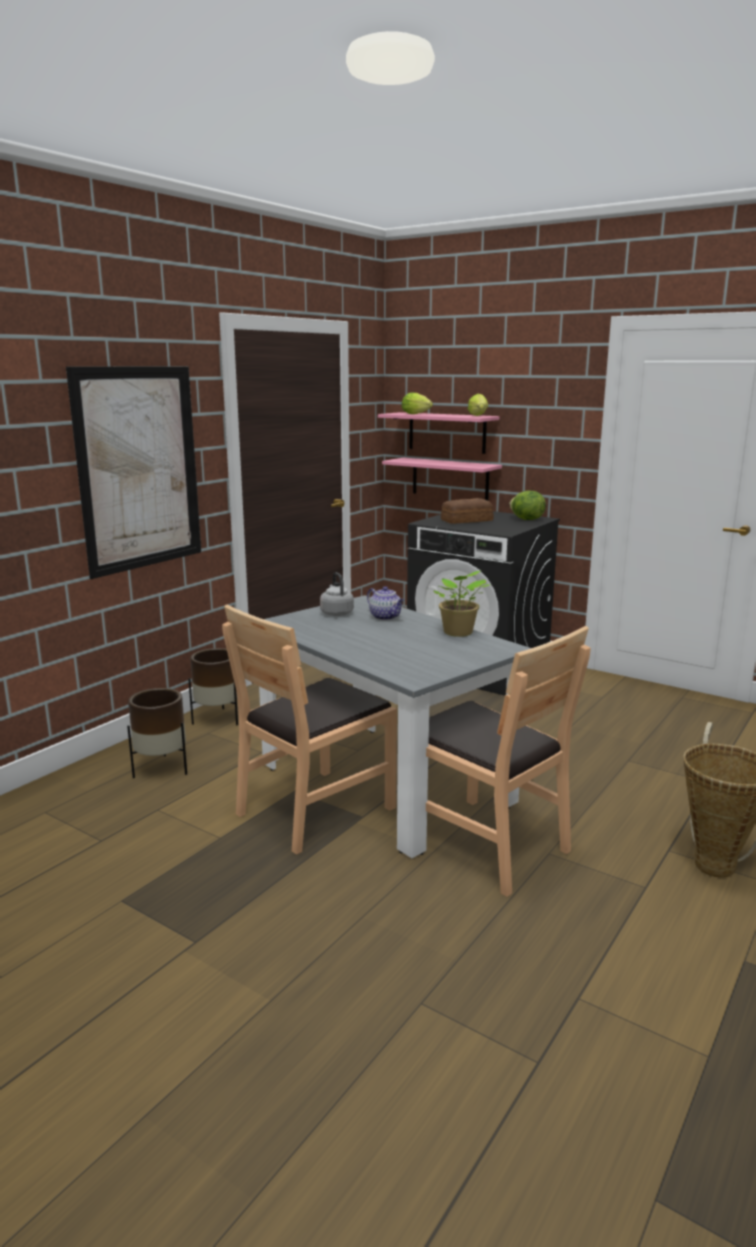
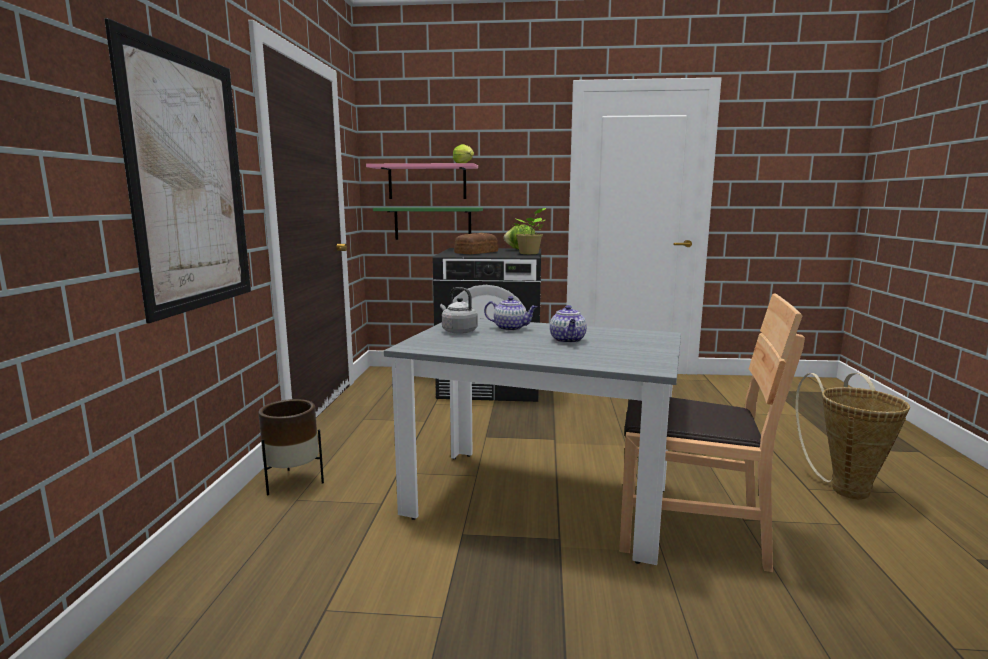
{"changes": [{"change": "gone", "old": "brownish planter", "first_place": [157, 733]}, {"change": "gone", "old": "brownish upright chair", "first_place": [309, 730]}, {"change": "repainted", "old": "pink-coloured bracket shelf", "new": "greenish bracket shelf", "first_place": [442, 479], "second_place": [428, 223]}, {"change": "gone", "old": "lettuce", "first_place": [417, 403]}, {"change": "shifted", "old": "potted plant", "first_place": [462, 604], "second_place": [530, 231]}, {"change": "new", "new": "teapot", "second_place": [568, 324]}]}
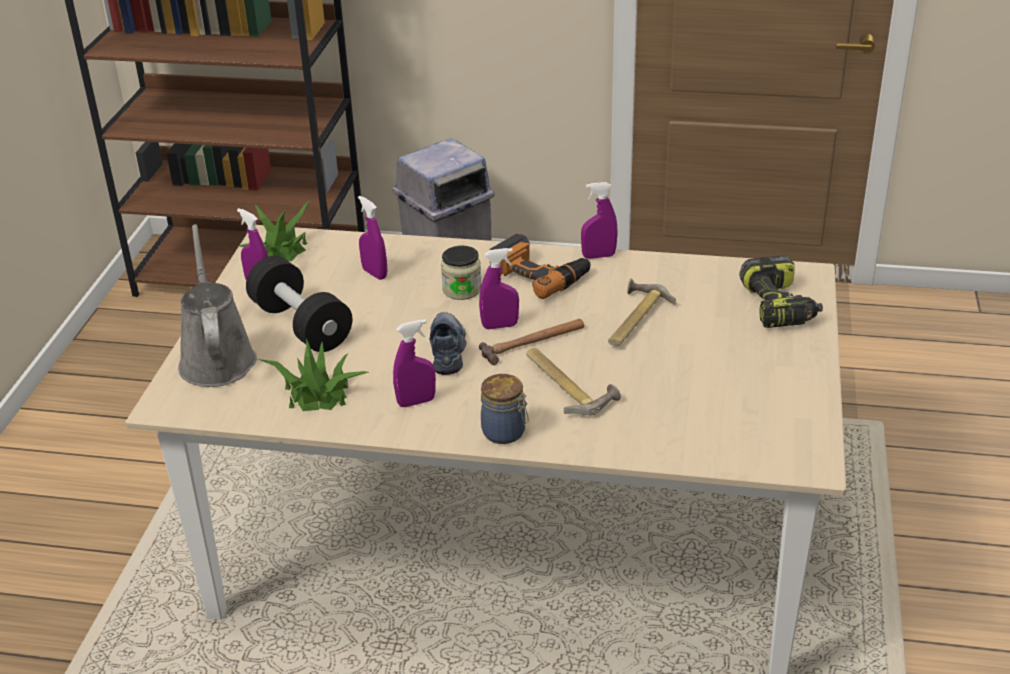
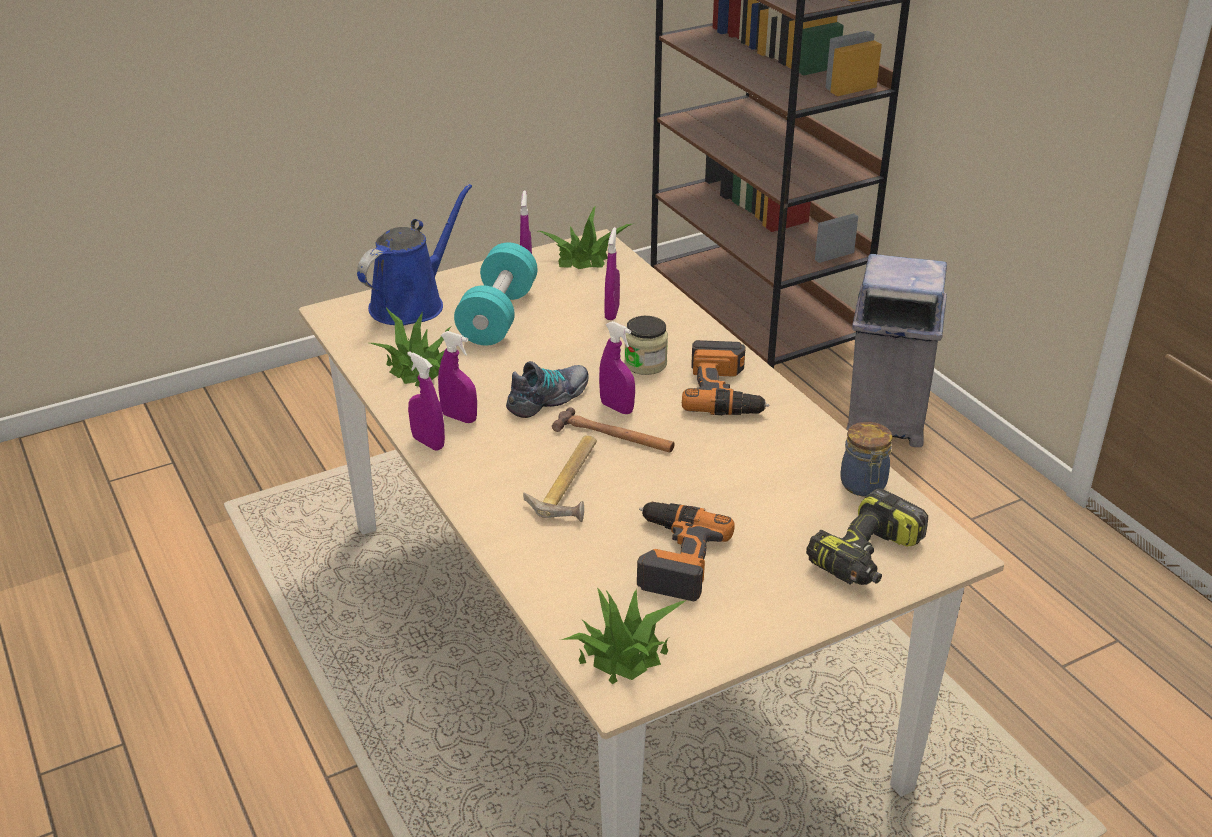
{"changes": [{"change": "repainted", "old": "gray watering can", "new": "bluish watering can", "first_place": [217, 305], "second_place": [414, 254]}, {"change": "repainted", "old": "black free weight", "new": "turquoise free weight", "first_place": [299, 304], "second_place": [496, 293]}, {"change": "shifted", "old": "storage jar", "first_place": [505, 409], "second_place": [866, 459]}, {"change": "shifted", "old": "purple-coloured spray bottle", "first_place": [599, 220], "second_place": [426, 401]}, {"change": "gone", "old": "tool hammer", "first_place": [642, 312]}, {"change": "new", "new": "potted plant", "second_place": [623, 635]}, {"change": "new", "new": "drill", "second_place": [686, 551]}]}
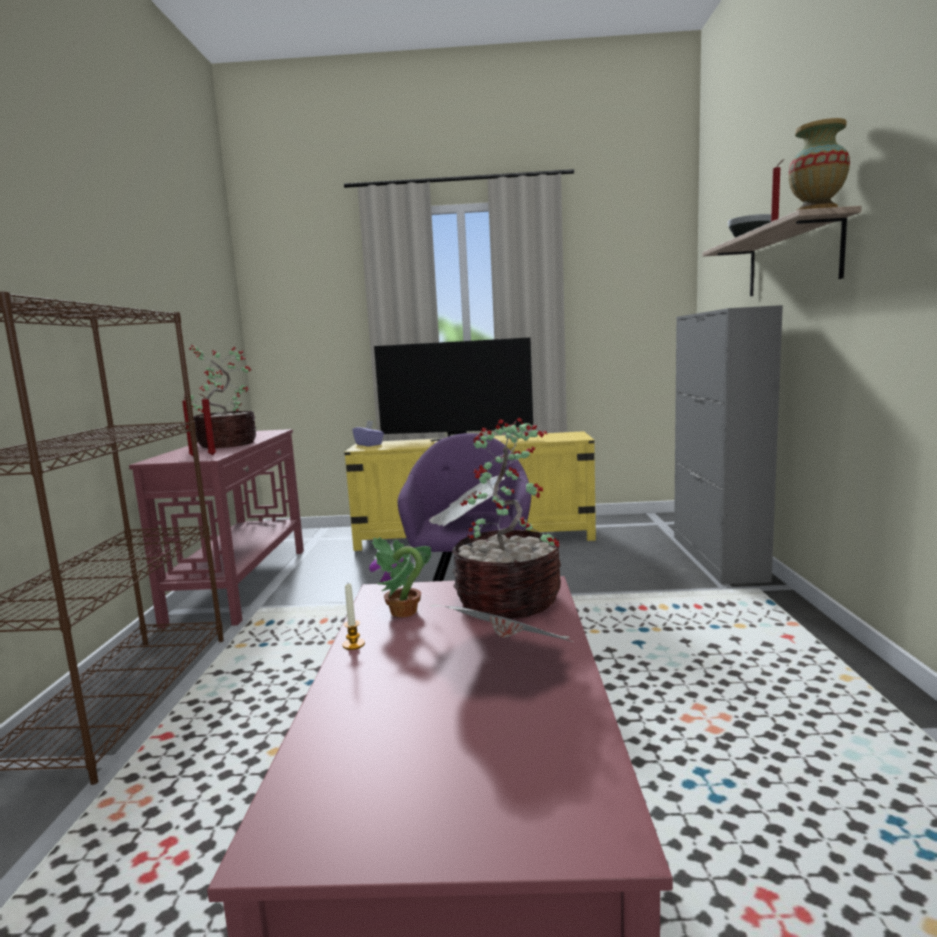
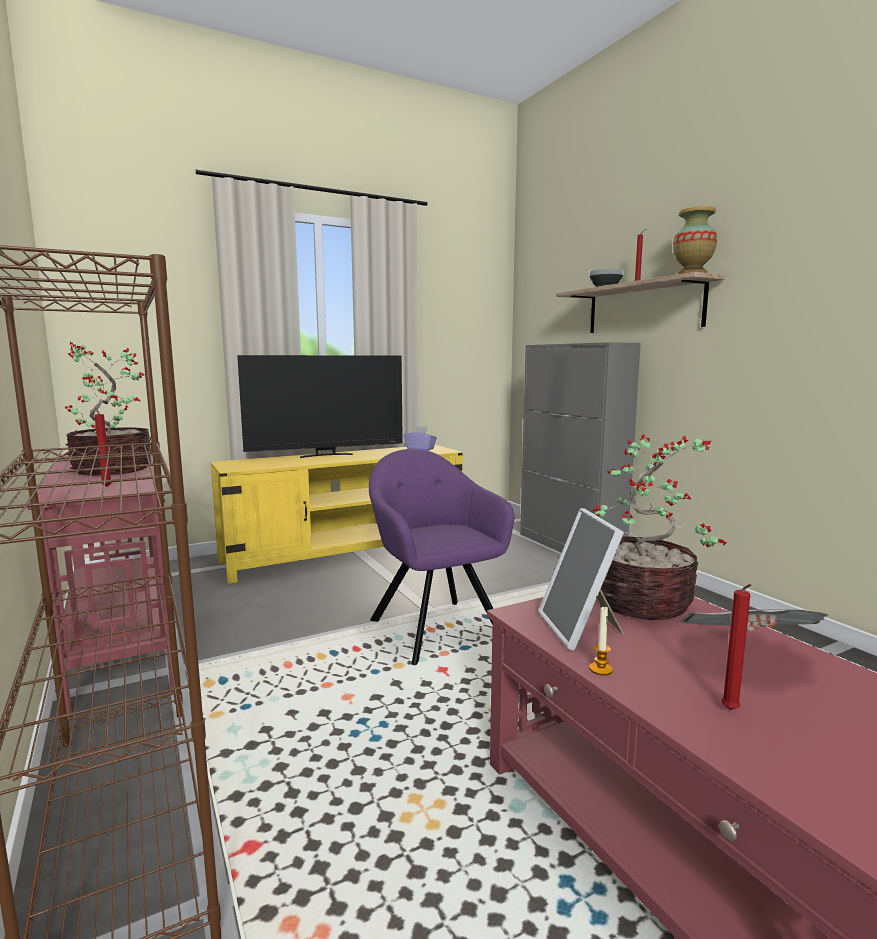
{"changes": [{"change": "shifted", "old": "red-coloured wax candle", "first_place": [207, 424], "second_place": [736, 647]}, {"change": "shifted", "old": "purple-coloured box of tissues", "first_place": [368, 433], "second_place": [420, 438]}, {"change": "swapped", "old": "potted plant", "new": "standing frame", "first_place": [400, 577], "second_place": [581, 579]}, {"change": "gone", "old": "daily paper", "first_place": [467, 501]}]}
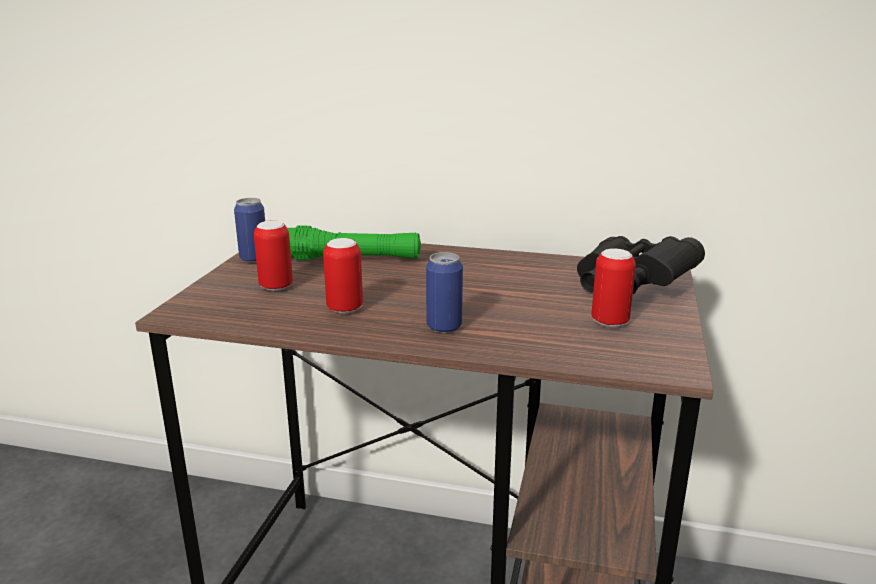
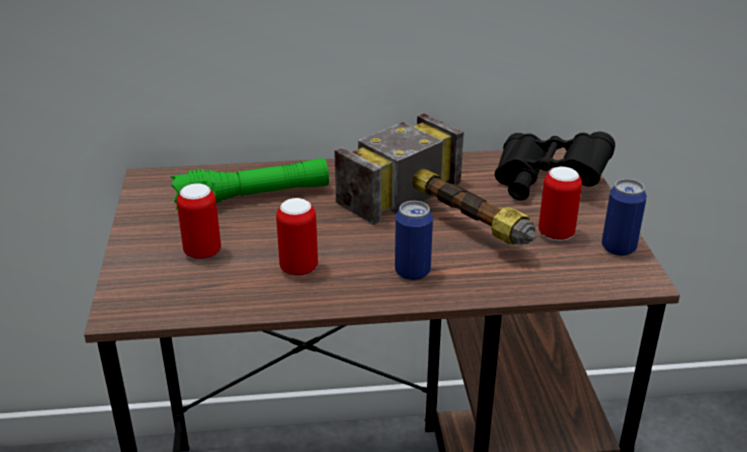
{"changes": [{"change": "shifted", "old": "can", "first_place": [249, 230], "second_place": [624, 217]}, {"change": "new", "new": "tool hammer", "second_place": [435, 179]}]}
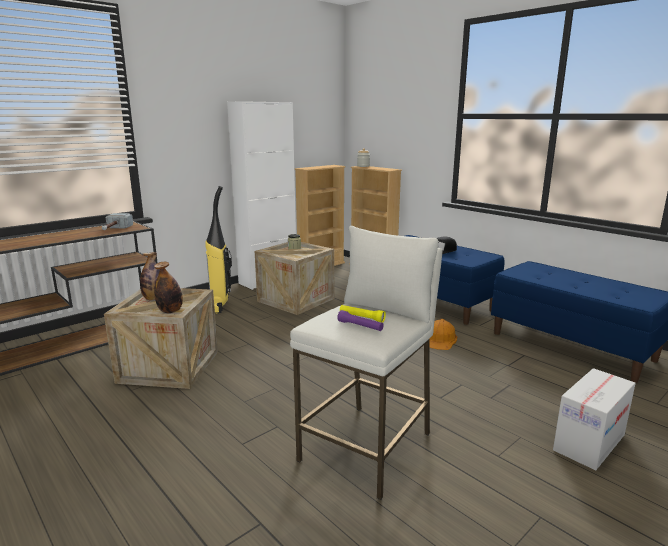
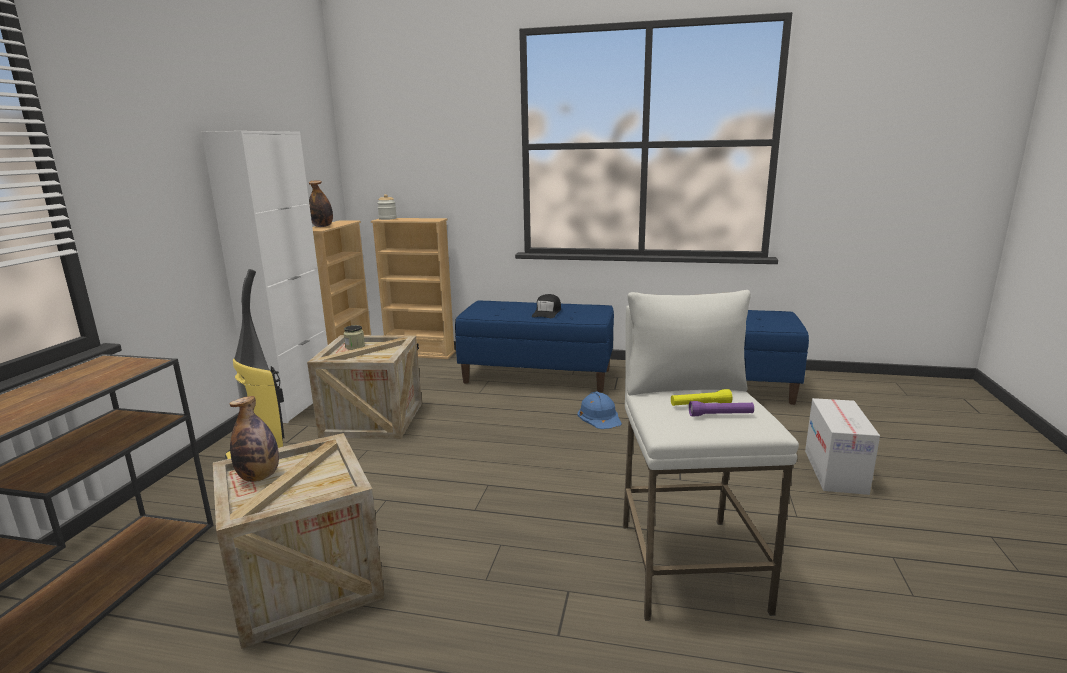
{"changes": [{"change": "gone", "old": "tool hammer", "first_place": [117, 221]}, {"change": "shifted", "old": "bottle", "first_place": [168, 287], "second_place": [321, 204]}, {"change": "repainted", "old": "orange-coloured work helmet", "new": "bluish work helmet", "first_place": [443, 334], "second_place": [599, 410]}]}
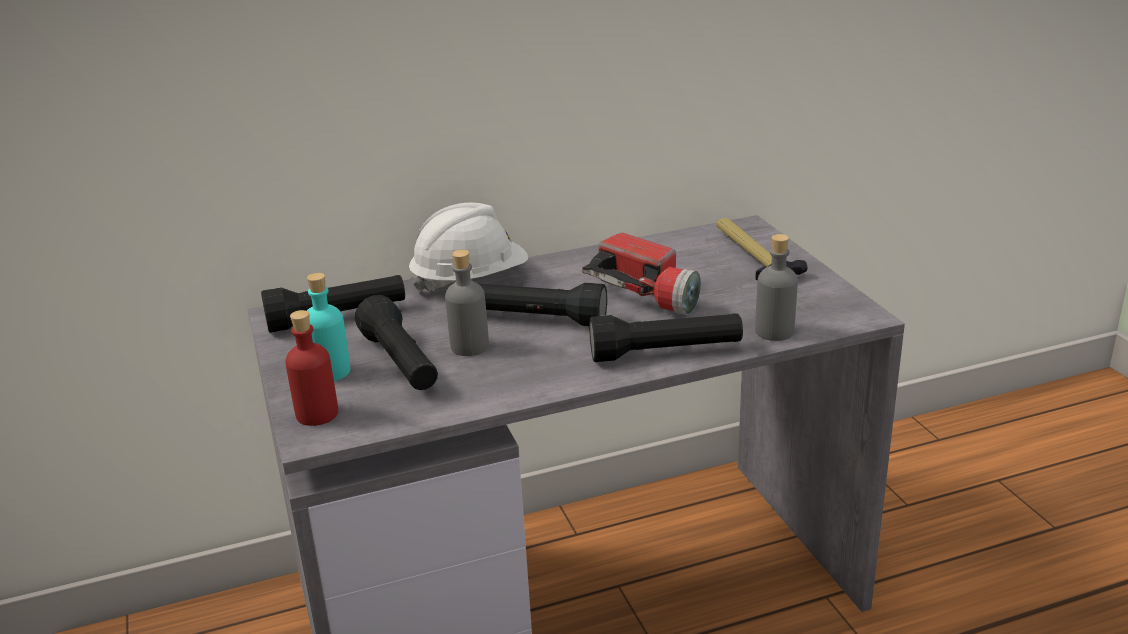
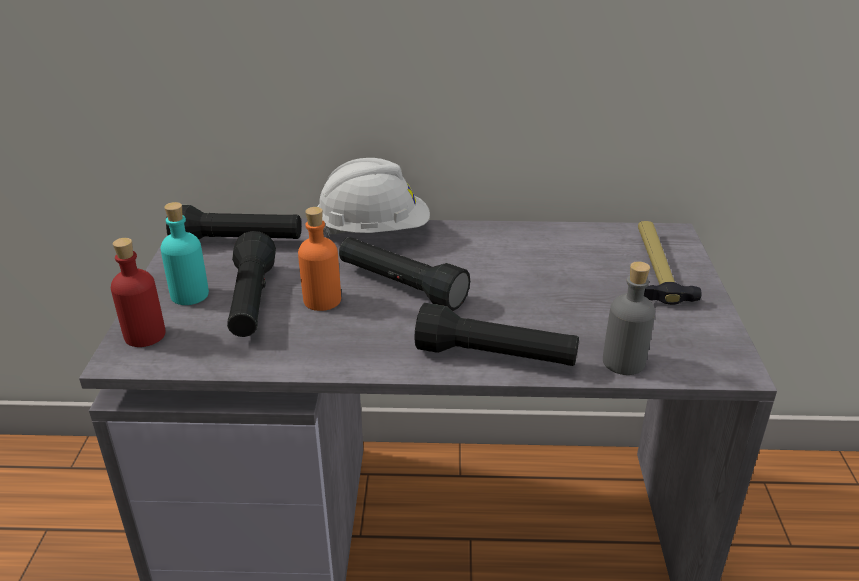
{"changes": [{"change": "repainted", "old": "gray bottle", "new": "orange-coloured bottle", "first_place": [467, 303], "second_place": [319, 259]}, {"change": "gone", "old": "flashlight", "first_place": [641, 274]}]}
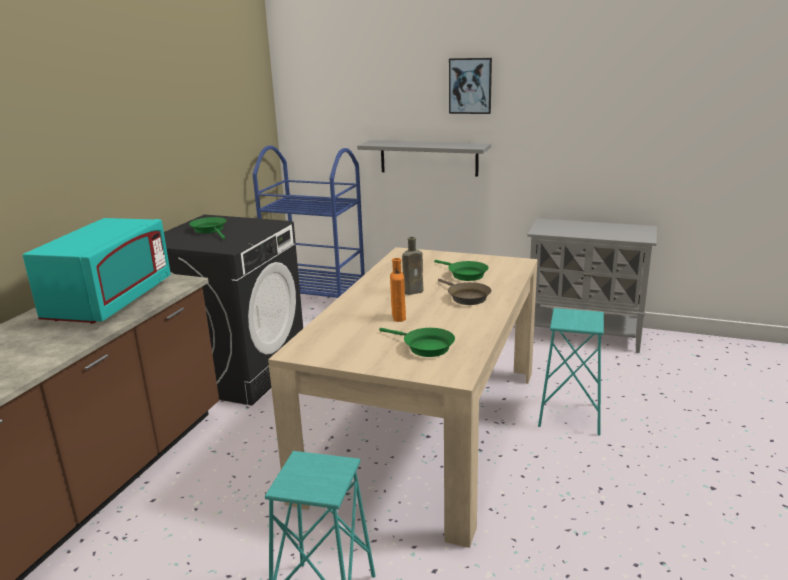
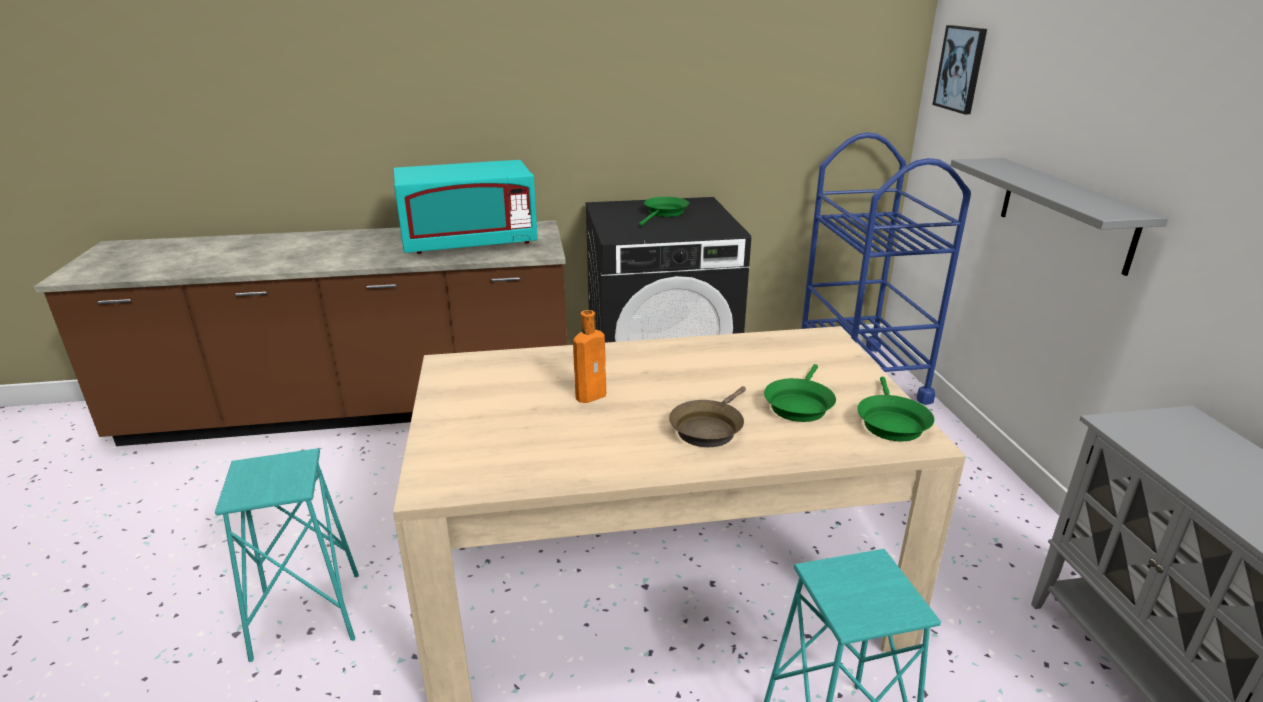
{"changes": [{"change": "shifted", "old": "greenish pan", "first_place": [417, 342], "second_place": [895, 409]}, {"change": "gone", "old": "brownish bottle", "first_place": [412, 266]}, {"change": "shifted", "old": "wall picture", "first_place": [470, 86], "second_place": [959, 69]}]}
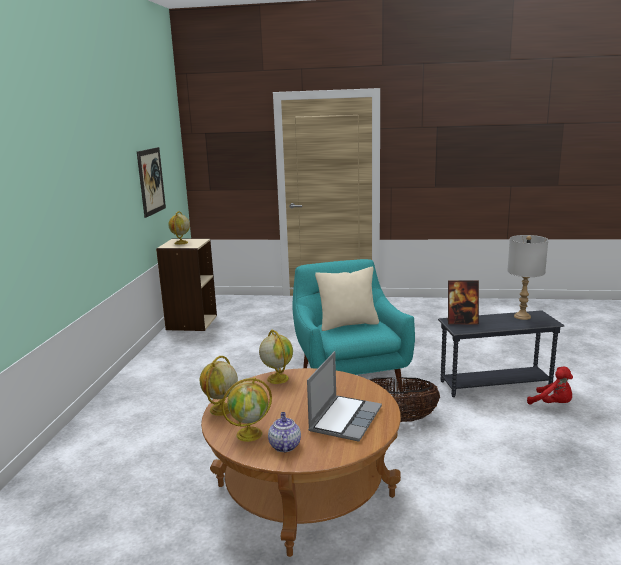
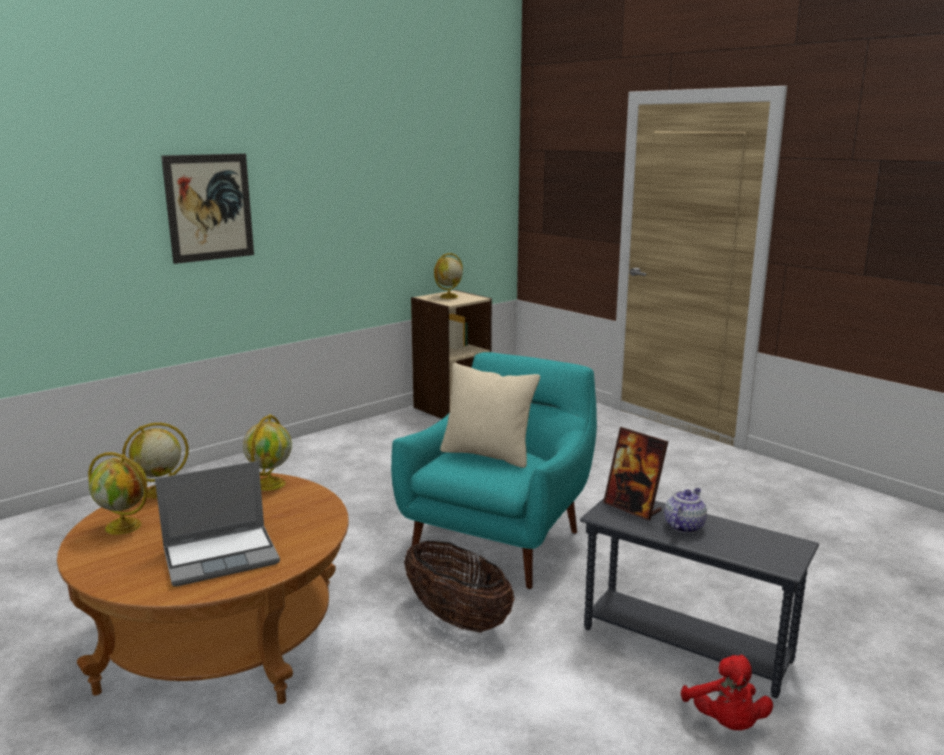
{"changes": [{"change": "shifted", "old": "wall picture", "first_place": [151, 182], "second_place": [207, 209]}, {"change": "shifted", "old": "teapot", "first_place": [284, 432], "second_place": [685, 510]}, {"change": "gone", "old": "gray table lamp", "first_place": [527, 277]}]}
